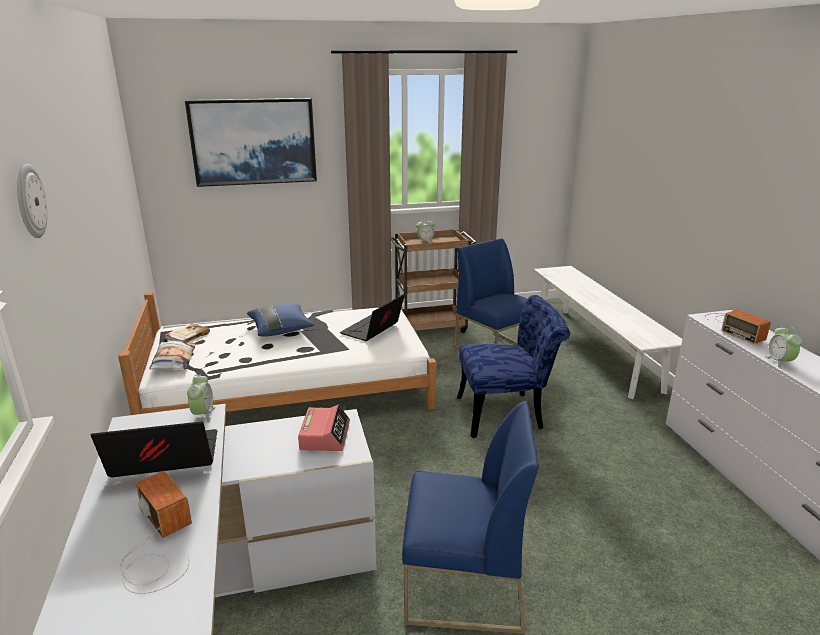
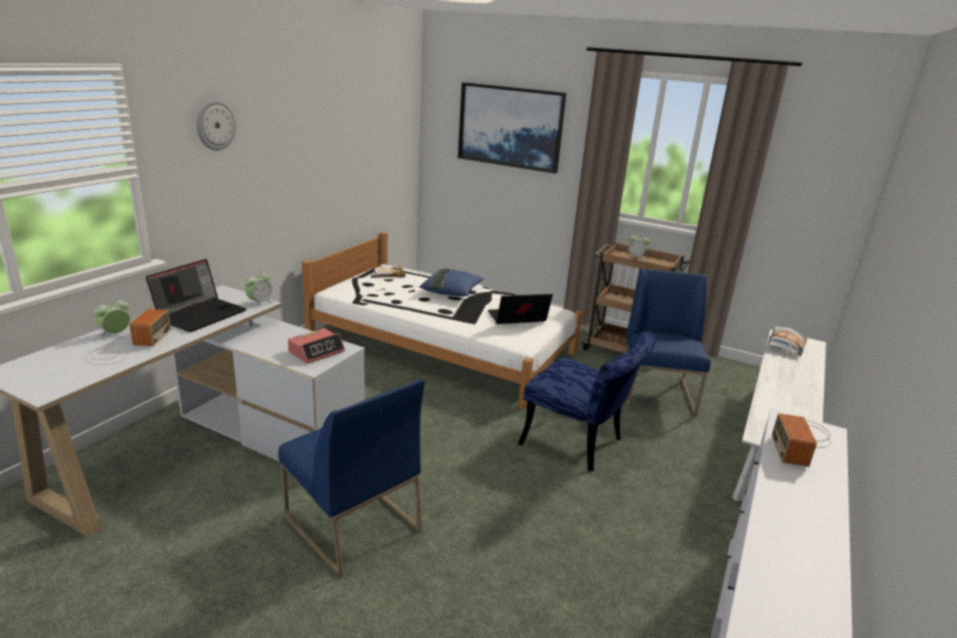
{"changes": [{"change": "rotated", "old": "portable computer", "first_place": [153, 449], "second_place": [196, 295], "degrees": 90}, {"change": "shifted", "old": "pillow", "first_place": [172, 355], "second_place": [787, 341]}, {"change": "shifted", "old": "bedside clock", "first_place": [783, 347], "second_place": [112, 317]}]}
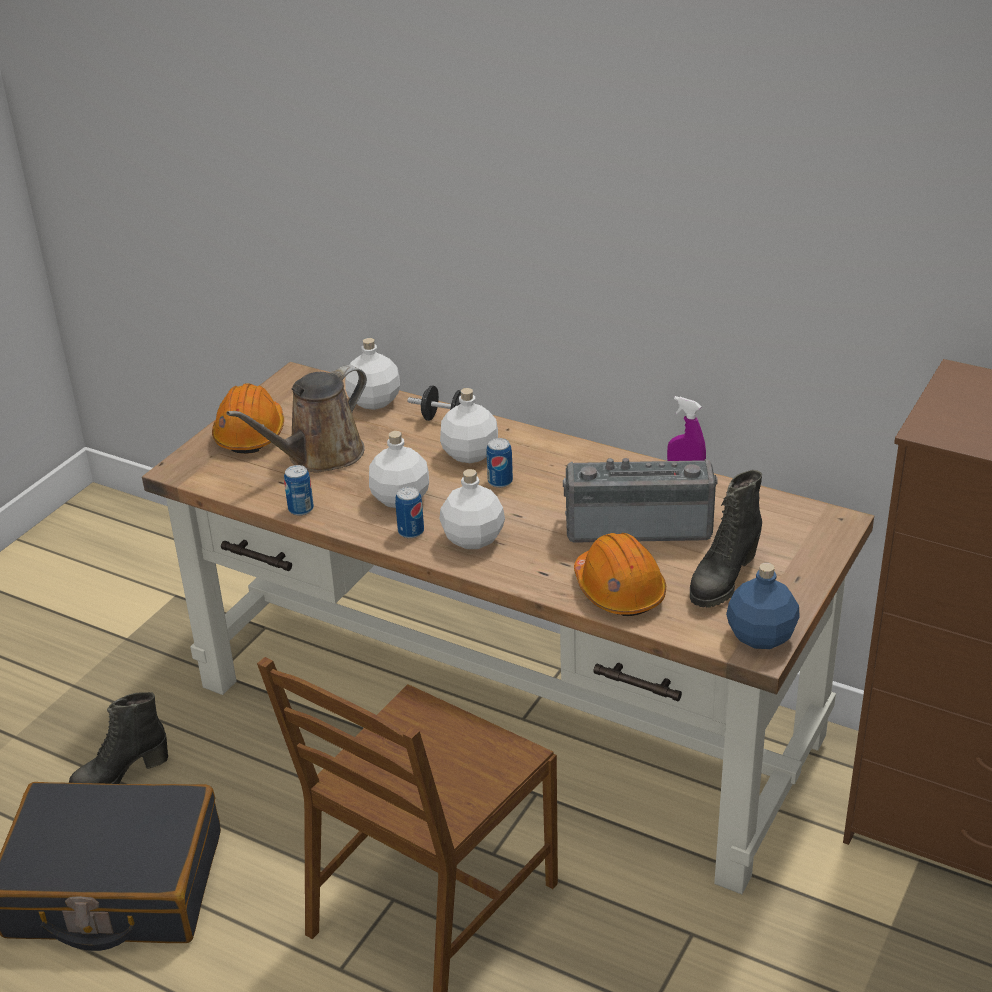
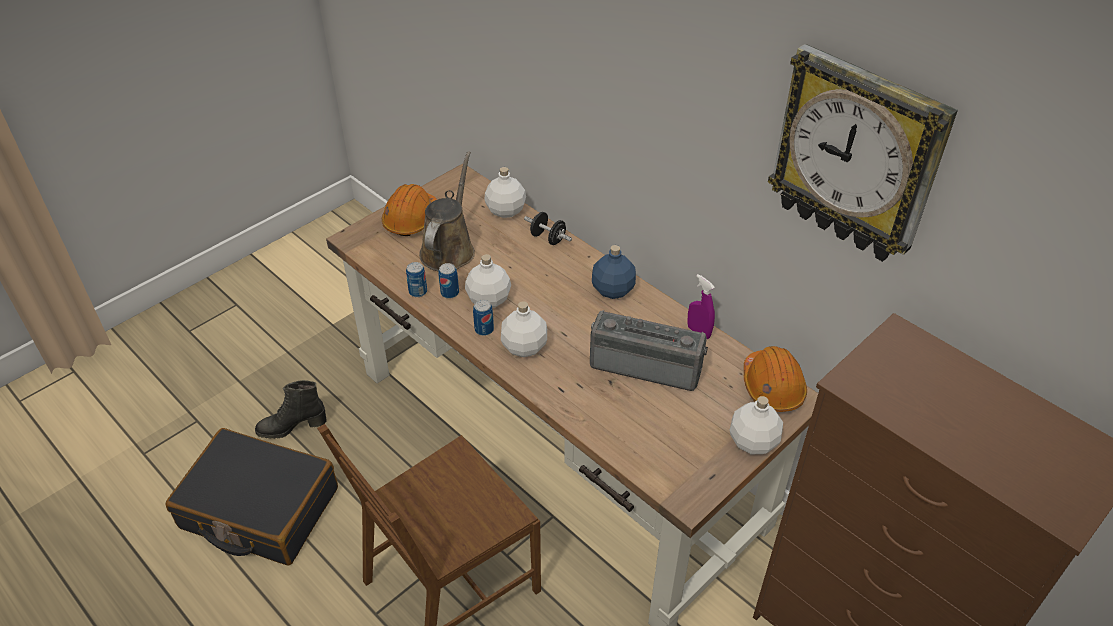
{"changes": [{"change": "rotated", "old": "brownish watering can", "first_place": [296, 419], "second_place": [447, 211], "degrees": 135}, {"change": "shifted", "old": "whitish bottle", "first_place": [469, 425], "second_place": [756, 425]}, {"change": "shifted", "old": "can", "first_place": [499, 463], "second_place": [449, 281]}, {"change": "shifted", "old": "orange-coloured work helmet", "first_place": [620, 574], "second_place": [775, 379]}, {"change": "gone", "old": "black high-top boot", "first_place": [726, 538]}, {"change": "shifted", "old": "bluish bottle", "first_place": [763, 606], "second_place": [614, 272]}, {"change": "new", "new": "wall clock", "second_place": [863, 153]}]}
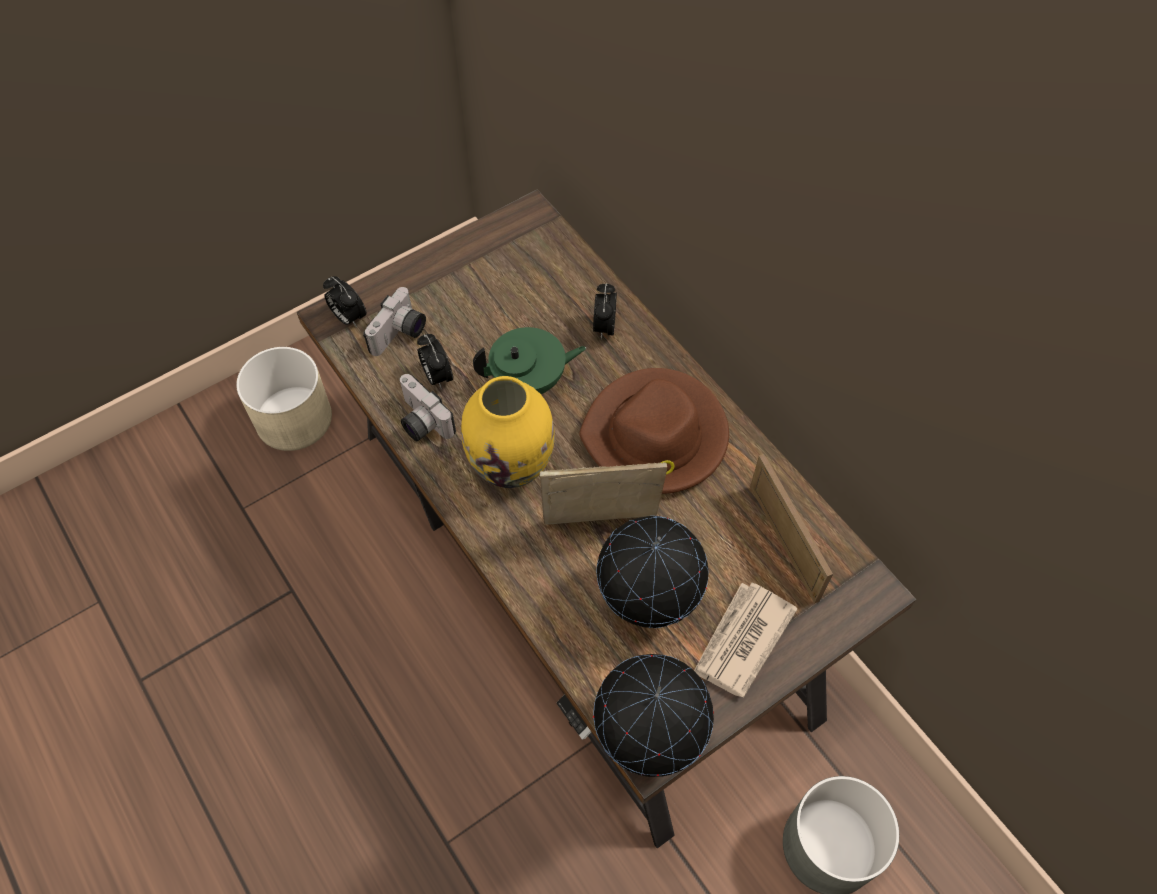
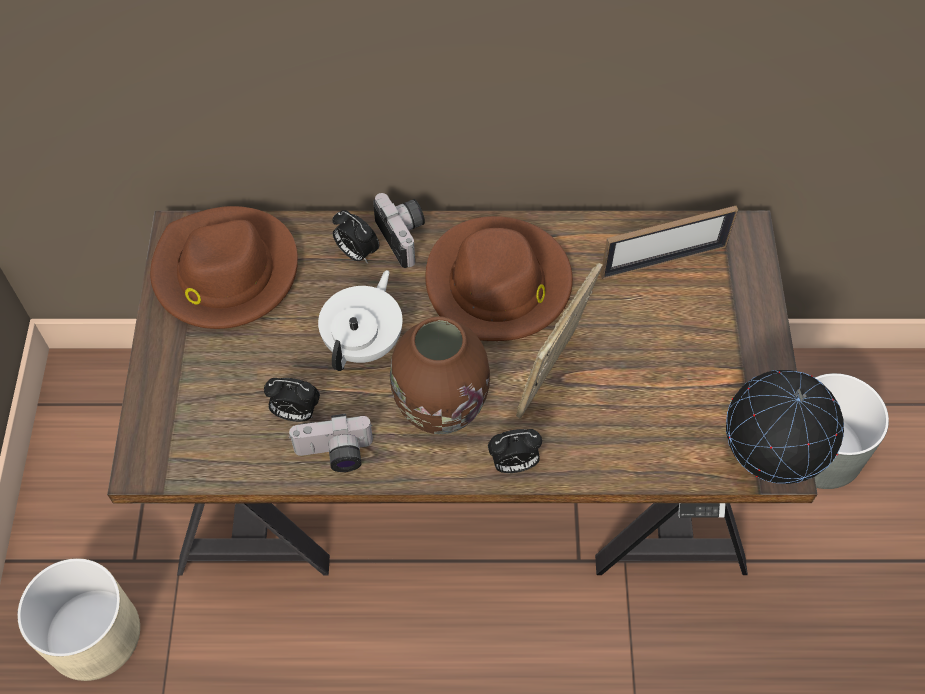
{"changes": [{"change": "shifted", "old": "bedside clock", "first_place": [344, 301], "second_place": [515, 451]}, {"change": "shifted", "old": "still camera", "first_place": [394, 321], "second_place": [399, 230]}, {"change": "repainted", "old": "yellowish flower vase", "new": "brownish flower vase", "first_place": [508, 432], "second_place": [440, 375]}, {"change": "repainted", "old": "greenish teapot", "new": "whitish teapot", "first_place": [529, 360], "second_place": [360, 320]}, {"change": "gone", "old": "globe", "first_place": [653, 572]}, {"change": "gone", "old": "daily paper", "first_place": [746, 640]}, {"change": "rotated", "old": "standing frame", "first_place": [791, 529], "second_place": [669, 242], "degrees": 150}, {"change": "new", "new": "brownish wearable hat", "second_place": [224, 267]}]}
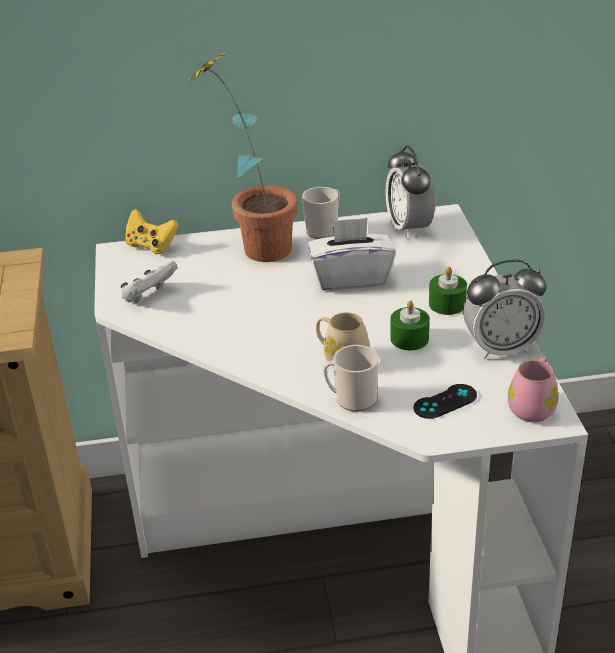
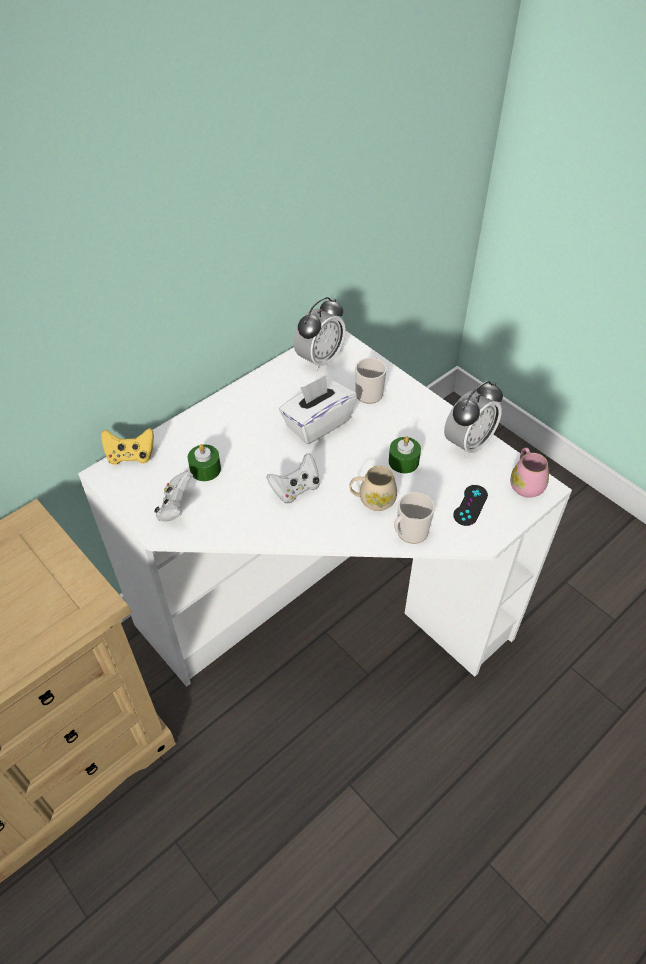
{"changes": [{"change": "gone", "old": "potted plant", "first_place": [242, 157]}, {"change": "shifted", "old": "tea mug", "first_place": [321, 213], "second_place": [371, 380]}, {"change": "rotated", "old": "bedside clock", "first_place": [410, 192], "second_place": [320, 334], "degrees": -90}, {"change": "shifted", "old": "greenish wax candle", "first_place": [448, 291], "second_place": [204, 462]}, {"change": "new", "new": "whitish game controller", "second_place": [293, 478]}]}
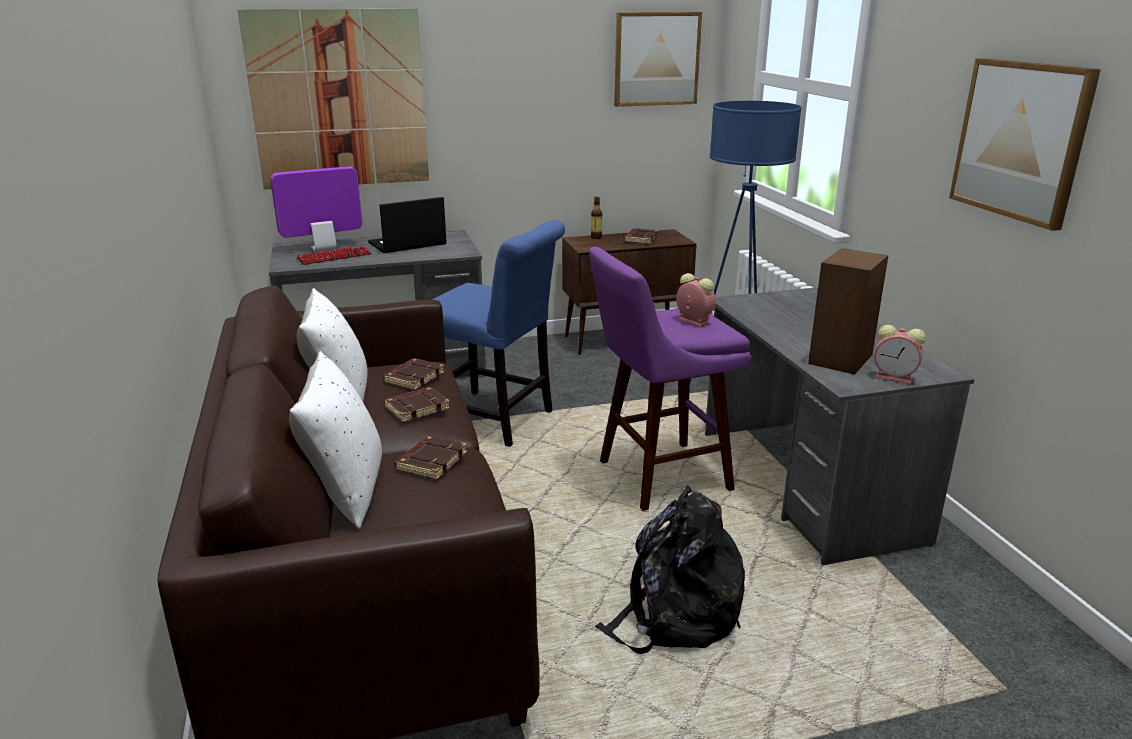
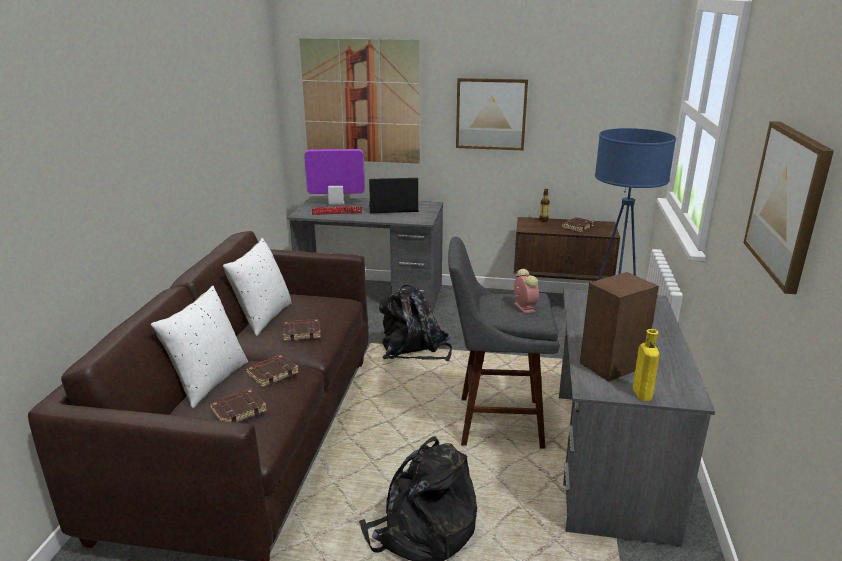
{"changes": [{"change": "shifted", "old": "brownish volume", "first_place": [414, 374], "second_place": [238, 406]}, {"change": "swapped", "old": "bluish upright chair", "new": "black knapsack", "first_place": [498, 333], "second_place": [415, 323]}, {"change": "repainted", "old": "purple-coloured sitting stool", "new": "gray sitting stool", "first_place": [670, 379], "second_place": [503, 343]}, {"change": "shifted", "old": "wall picture", "first_place": [658, 59], "second_place": [492, 114]}, {"change": "swapped", "old": "bedside clock", "new": "yellowish bottle", "first_place": [900, 354], "second_place": [646, 365]}]}
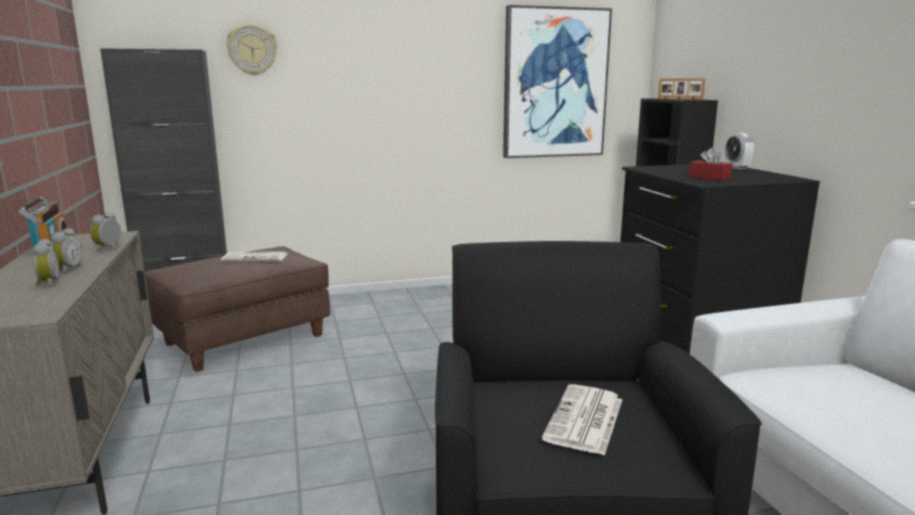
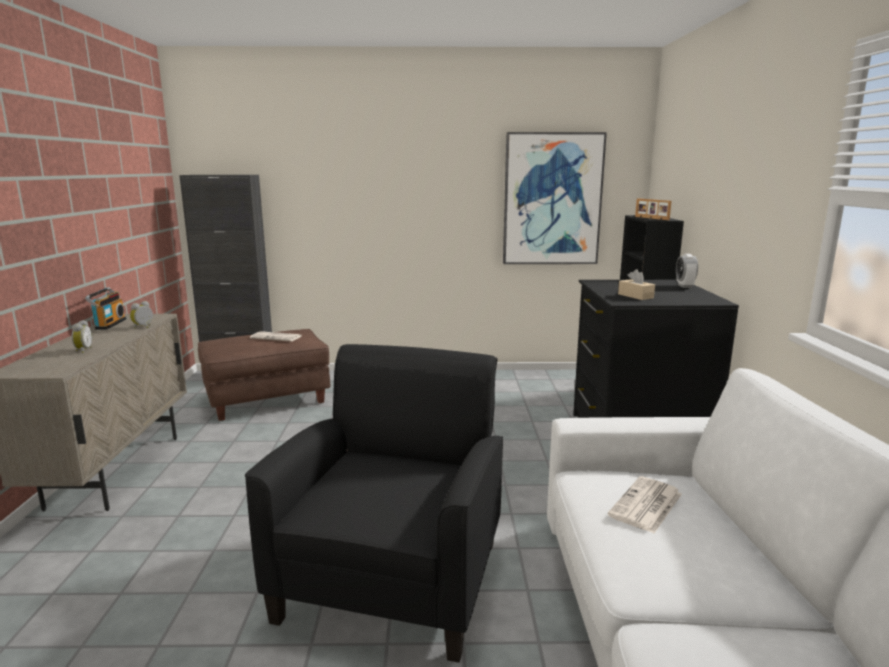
{"changes": [{"change": "gone", "old": "bedside clock", "first_place": [66, 251]}, {"change": "gone", "old": "wall clock", "first_place": [251, 50]}, {"change": "shifted", "old": "daily paper", "first_place": [582, 420], "second_place": [645, 505]}, {"change": "repainted", "old": "red-coloured box of tissues", "new": "beige box of tissues", "first_place": [711, 164], "second_place": [636, 284]}]}
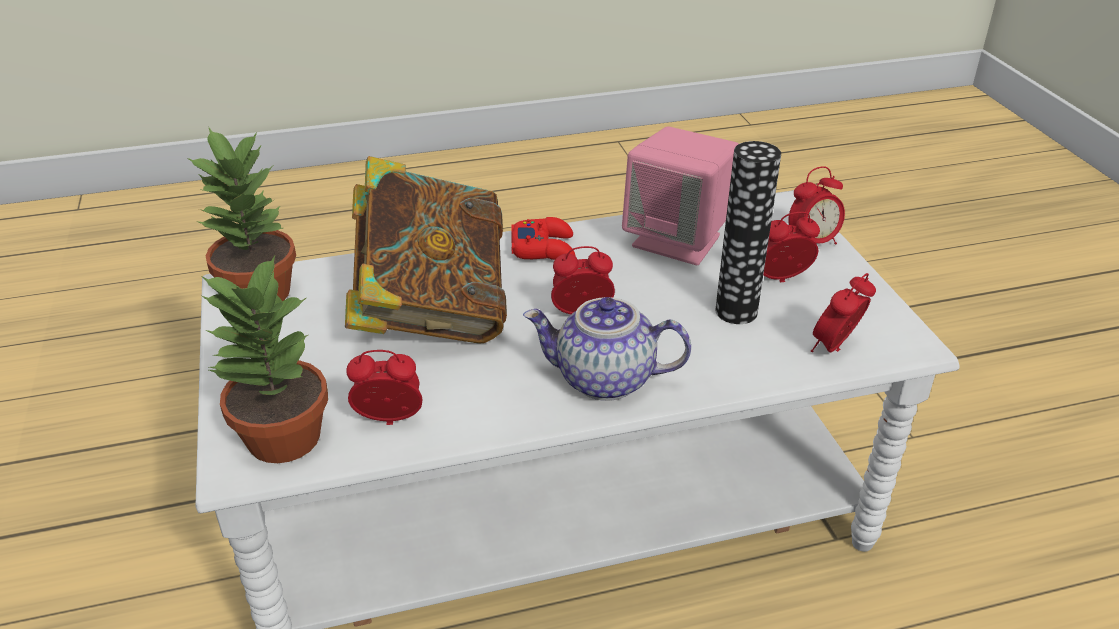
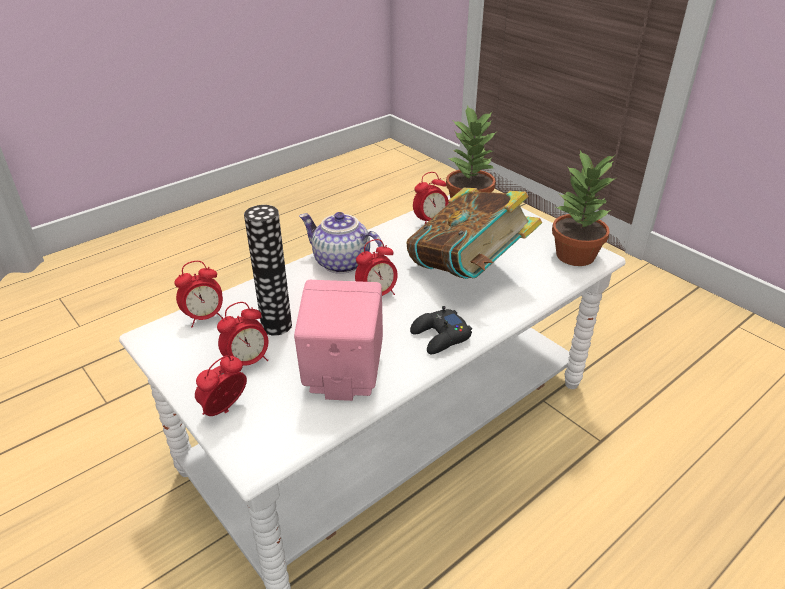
{"changes": [{"change": "repainted", "old": "red-coloured game controller", "new": "black game controller", "first_place": [543, 238], "second_place": [441, 330]}, {"change": "rotated", "old": "teapot", "first_place": [607, 349], "second_place": [341, 243], "degrees": -135}, {"change": "rotated", "old": "bedside clock", "first_place": [843, 313], "second_place": [198, 294], "degrees": 45}]}
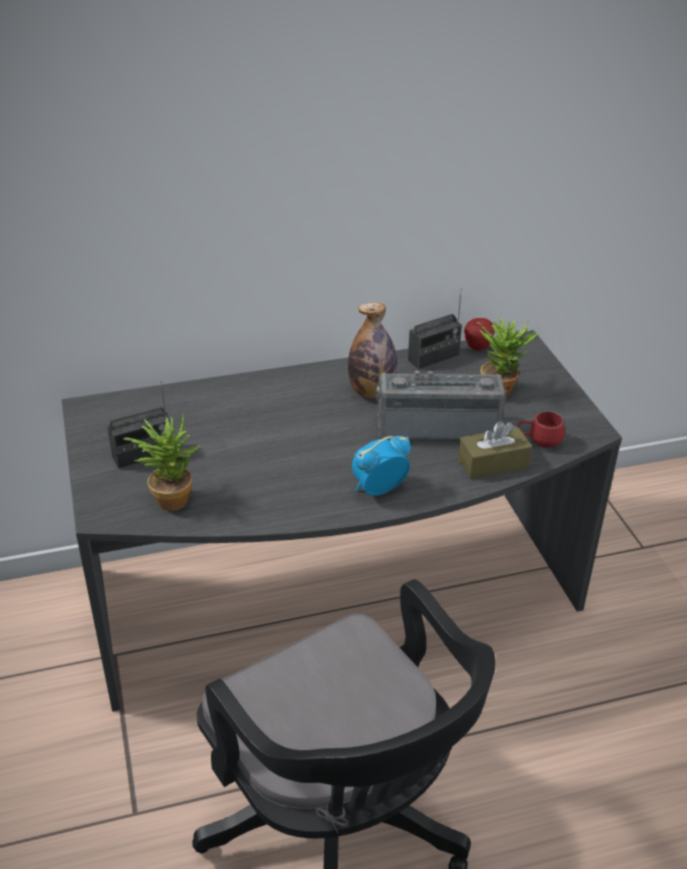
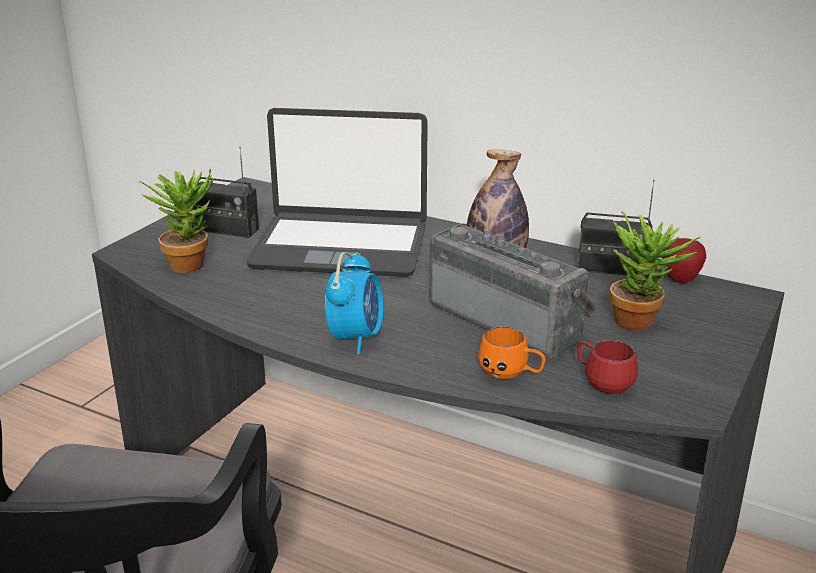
{"changes": [{"change": "rotated", "old": "bedside clock", "first_place": [381, 466], "second_place": [354, 303], "degrees": 90}, {"change": "swapped", "old": "brownish box of tissues", "new": "orange-coloured tea mug", "first_place": [495, 450], "second_place": [512, 353]}, {"change": "new", "new": "portable computer", "second_place": [337, 192]}]}
